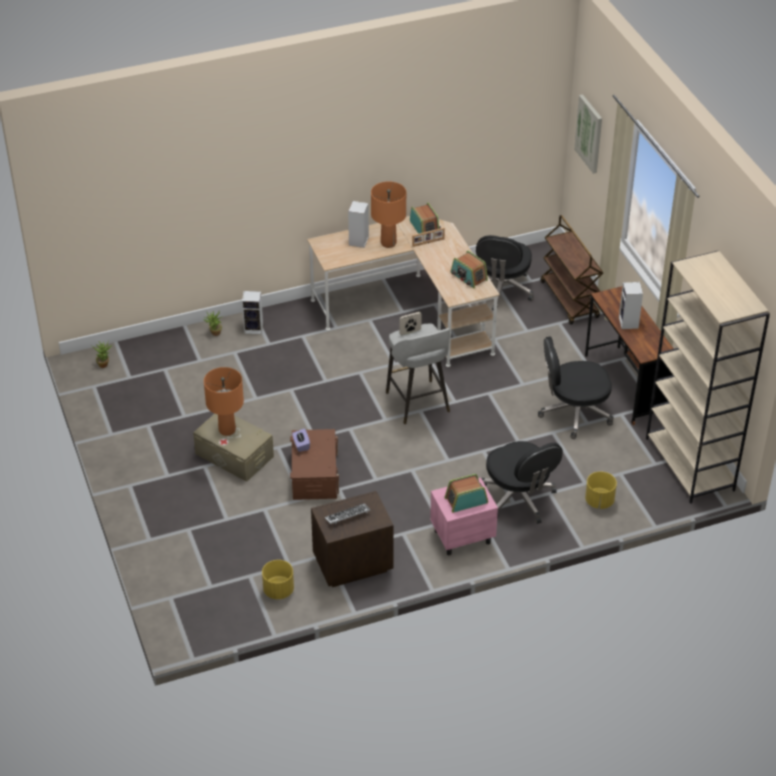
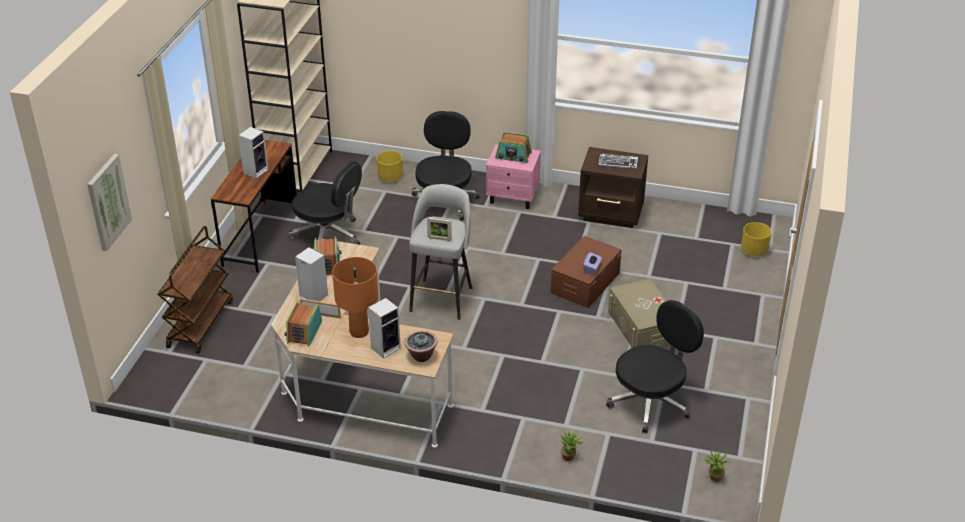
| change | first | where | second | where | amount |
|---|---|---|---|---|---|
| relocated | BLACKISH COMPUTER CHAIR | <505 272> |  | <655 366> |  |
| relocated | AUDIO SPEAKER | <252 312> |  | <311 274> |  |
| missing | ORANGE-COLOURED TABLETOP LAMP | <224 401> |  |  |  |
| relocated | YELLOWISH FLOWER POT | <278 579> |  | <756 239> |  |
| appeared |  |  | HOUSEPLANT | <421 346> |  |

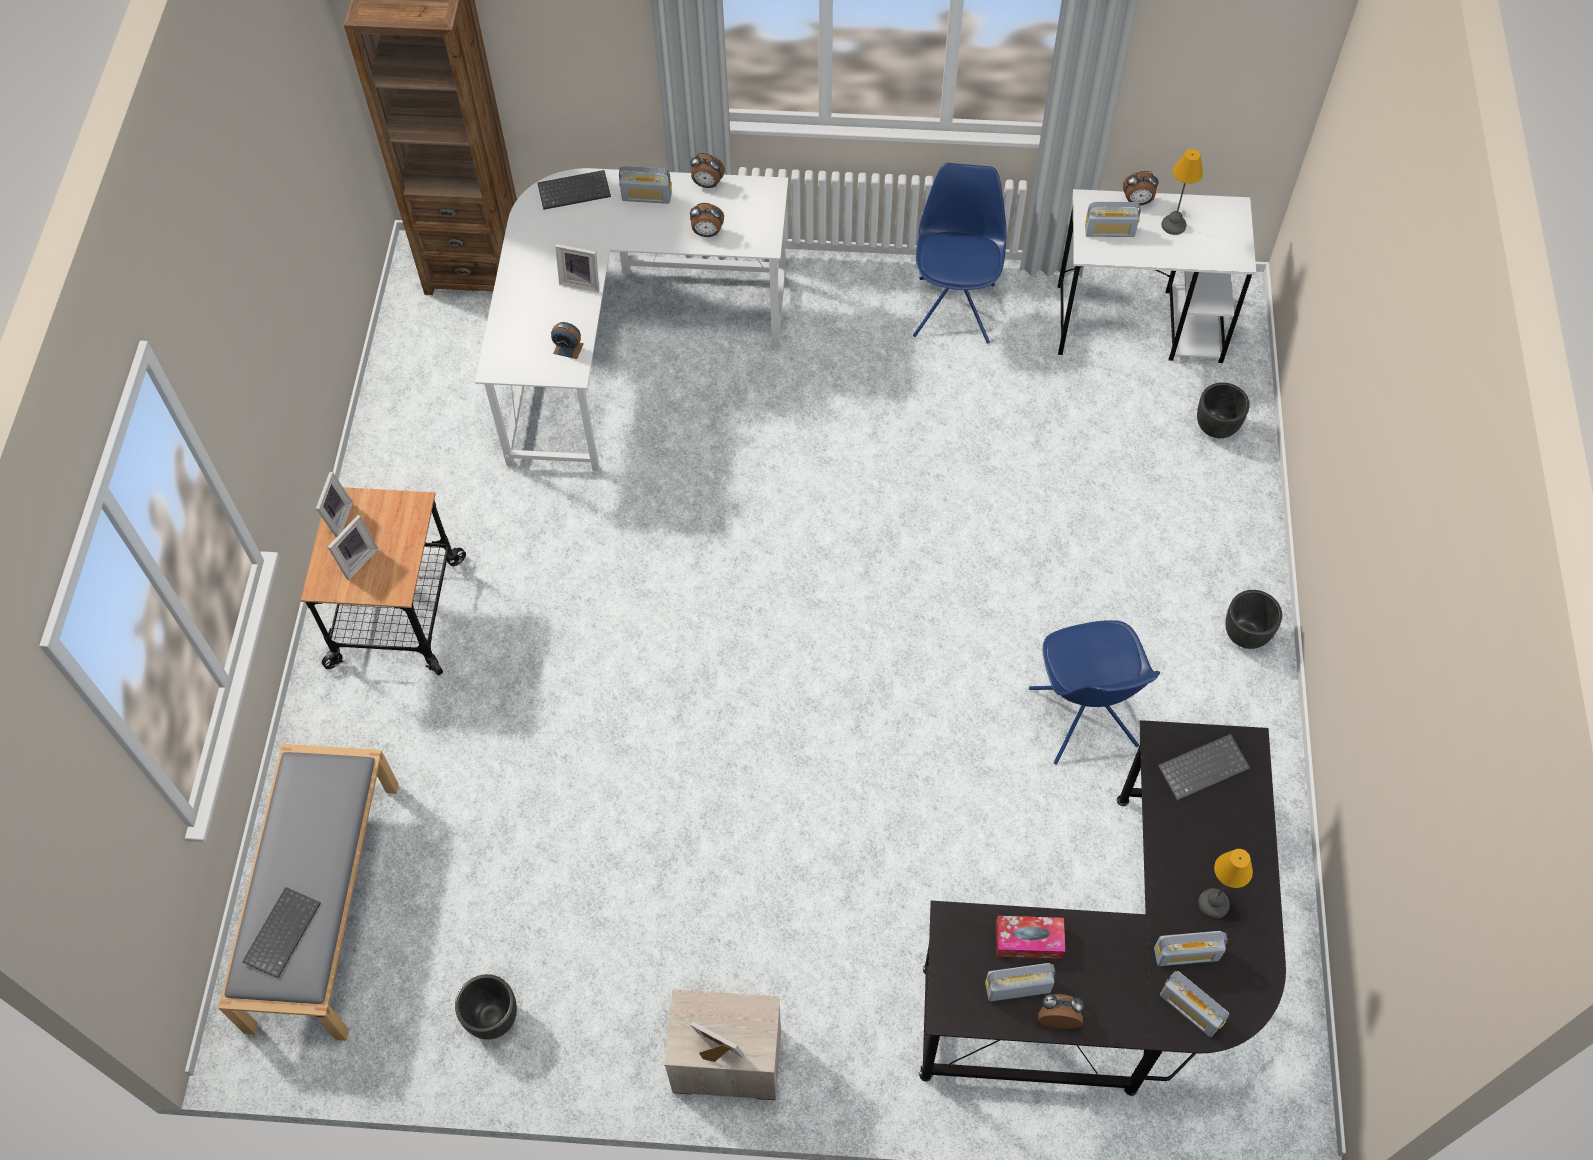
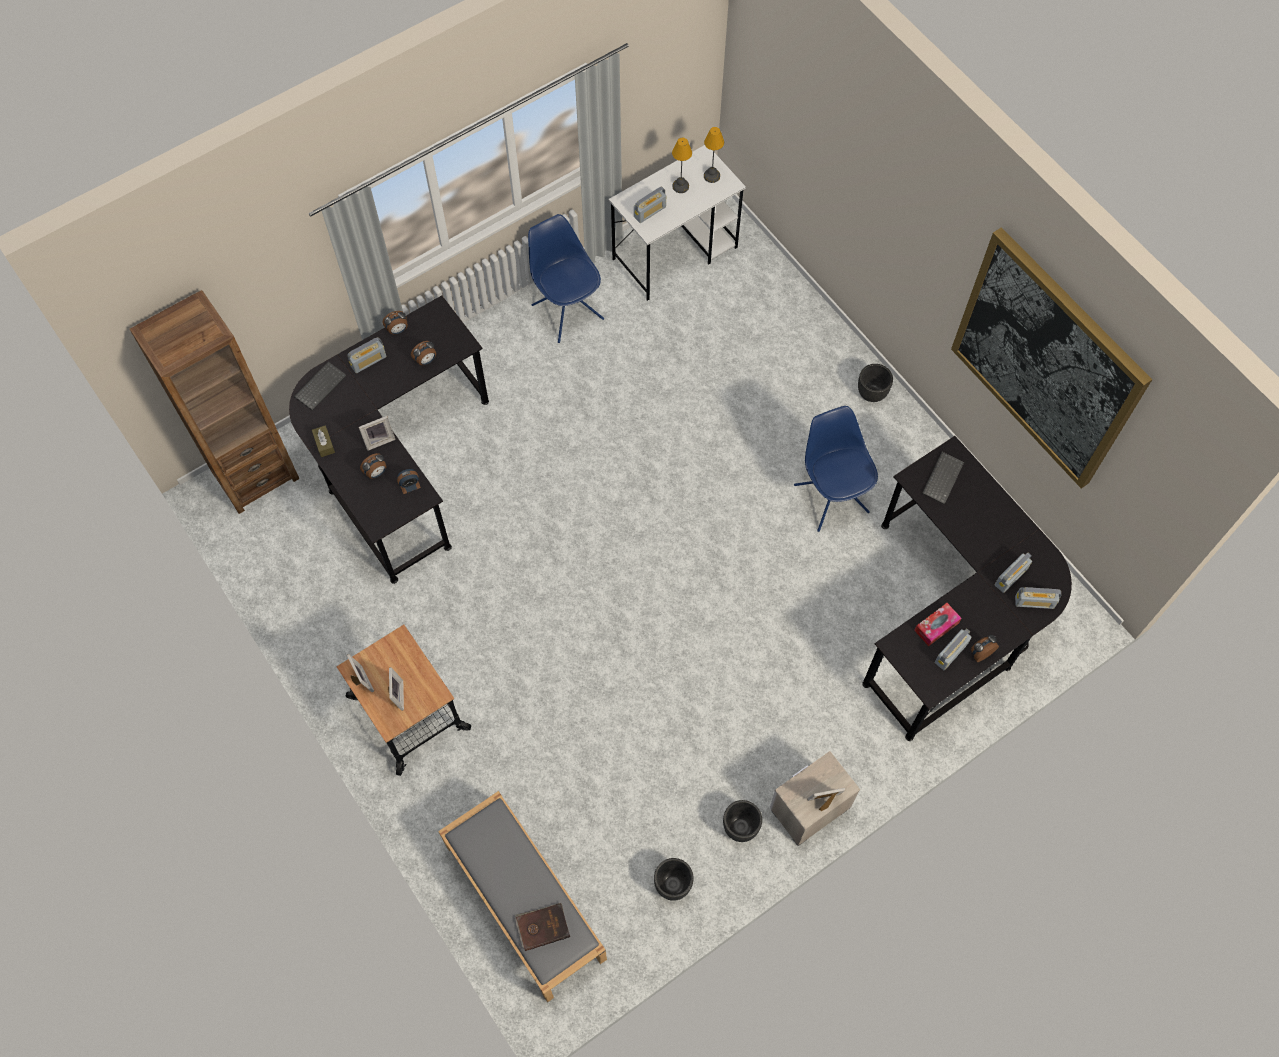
| change | first | where | second | where | amount |
|---|---|---|---|---|---|
| colour | WHITE-COLOURED DESK | <631 321> | BLACKISH DESK | <389 439> |  |
| relocated | ALARM CLOCK | <1141 188> |  | <373 466> |  |
| relocated | BLACKISH FLOWER POT | <1223 410> |  | <742 821> |  |
| spun | BLUE-COLOURED PLAIN CHAIR | <1094 692> |  | <836 469> | 150 degrees counterclockwise |
| relocated | TABLETOP LAMP | <1225 884> |  | <714 155> |  |
| exchanged | PC KEYBOARD | <281 932> | BROWN VOLUME | <542 927> |  |
| appeared |  |  | WALL ART | <1051 357> |  |
| appeared |  |  | BROWN TISSUE BOX | <323 441> |  |

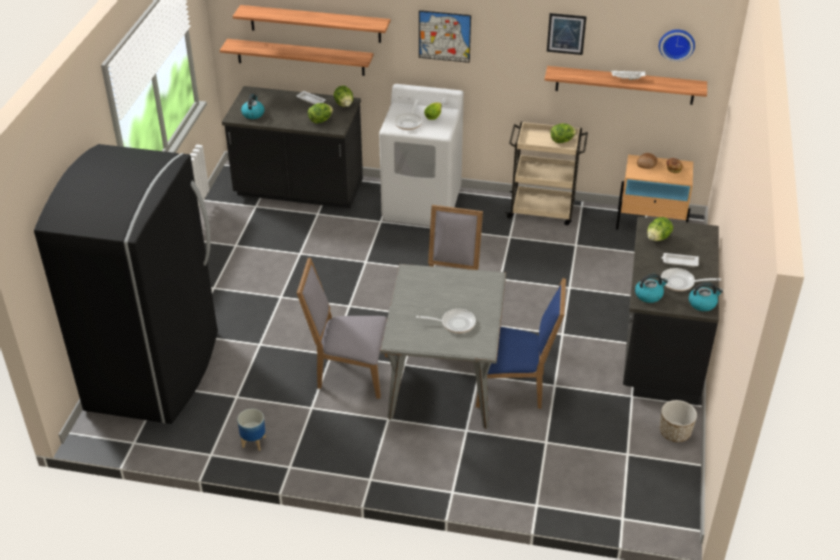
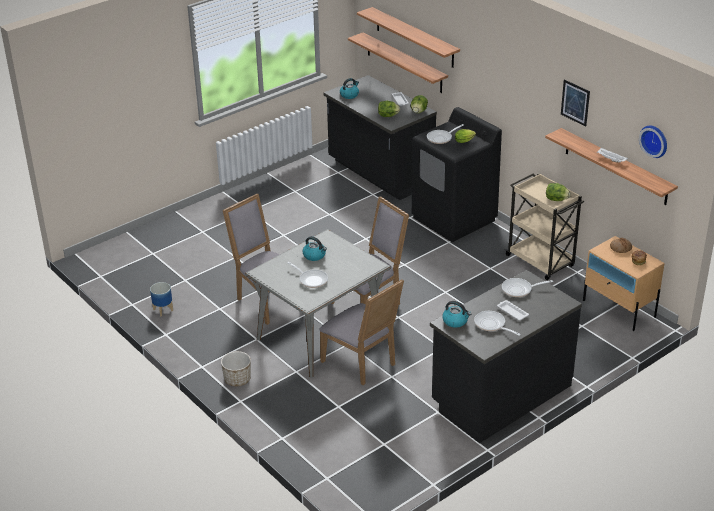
| change | first | where | second | where | amount |
|---|---|---|---|---|---|
| missing | WALL ART | <445 36> |  |  |  |
| colour | WHITE-COLOURED WASHING MACHINE | <421 155> | BLACKISH WASHING MACHINE | <457 174> |  |
| missing | BLACKISH KITCHEN FRIDGE | <126 284> |  |  |  |
| exchanged | HEAD OF LETTUCE | <660 229> | SKILLET | <527 287> |  |
| colour | BLUE-COLOURED PLAIN CHAIR | <521 343> | GREY PLAIN CHAIR | <361 332> |  |
| relocated | WATER KETTLE | <706 296> |  | <315 248> |  |
| relocated | FLOWER POT | <678 421> |  | <236 368> |  |

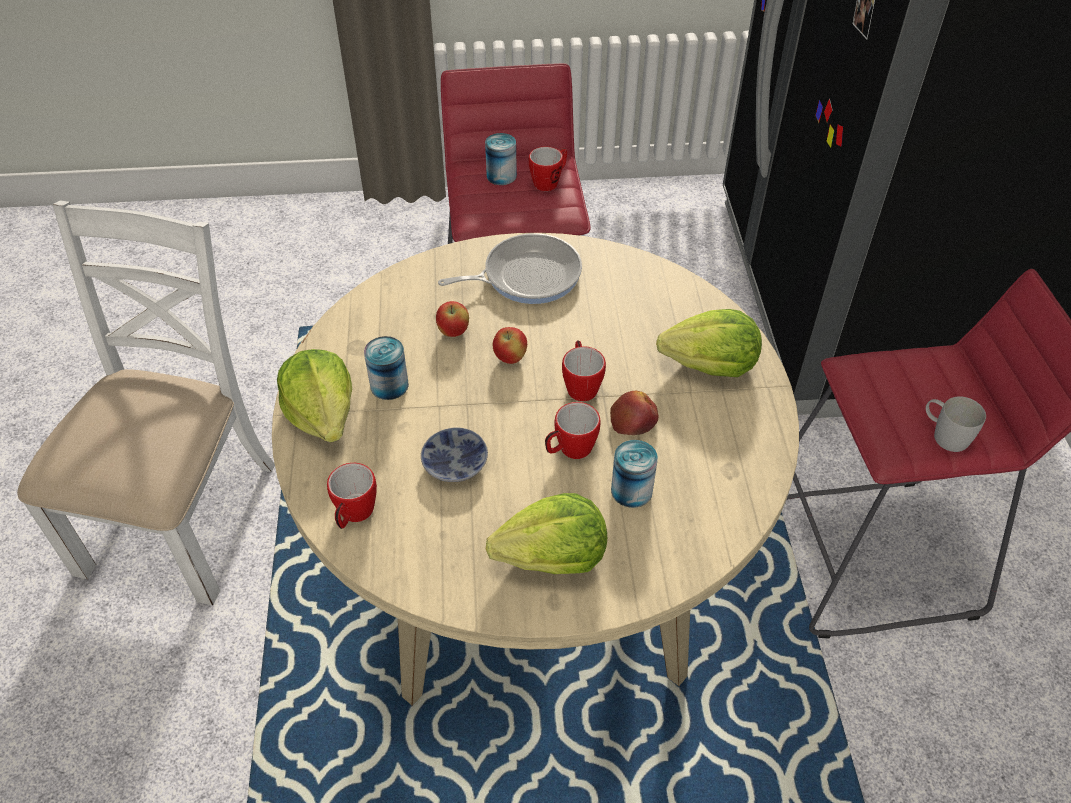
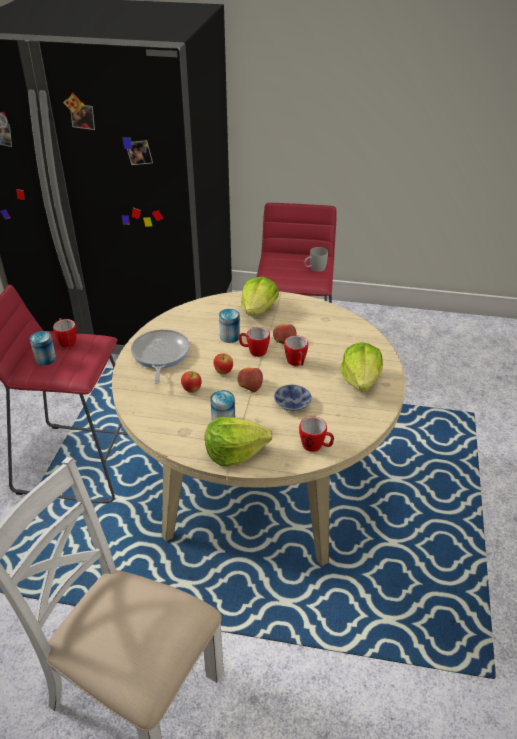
| change | first | where | second | where | amount |
|---|---|---|---|---|---|
| relocated | SEALED CAN | <634 474> |  | <229 326> |  |
| appeared |  |  | APPLE | <250 379> |  |

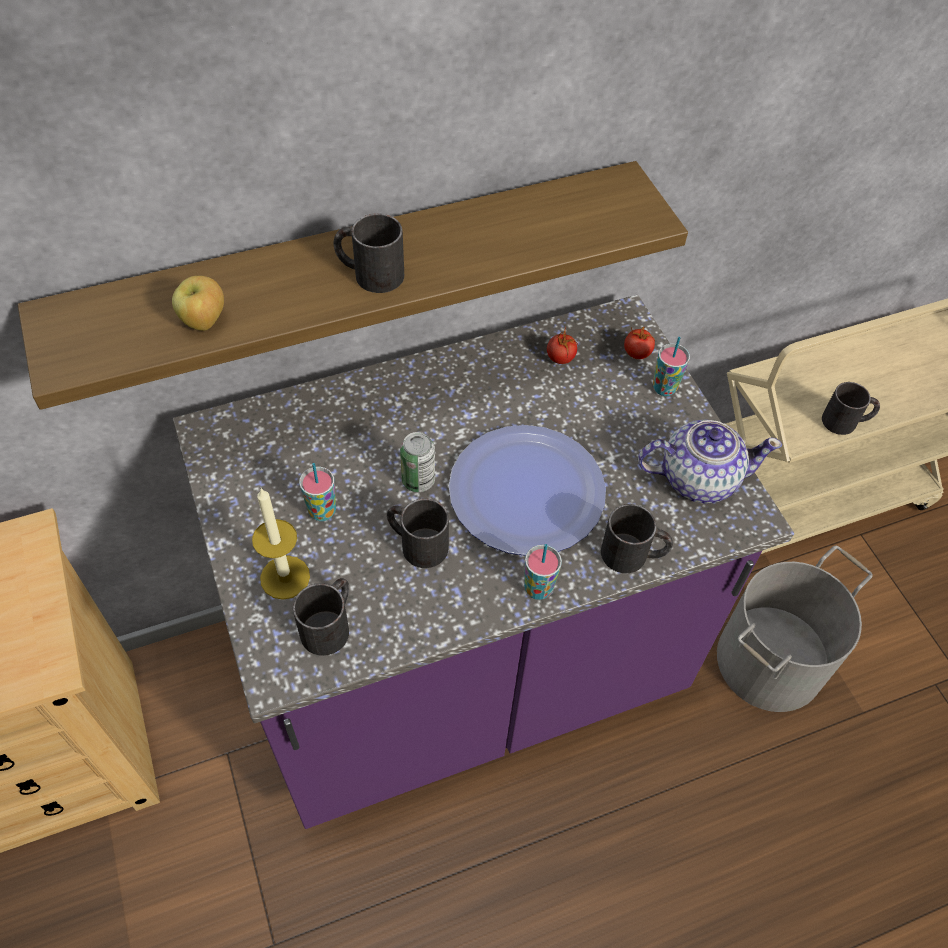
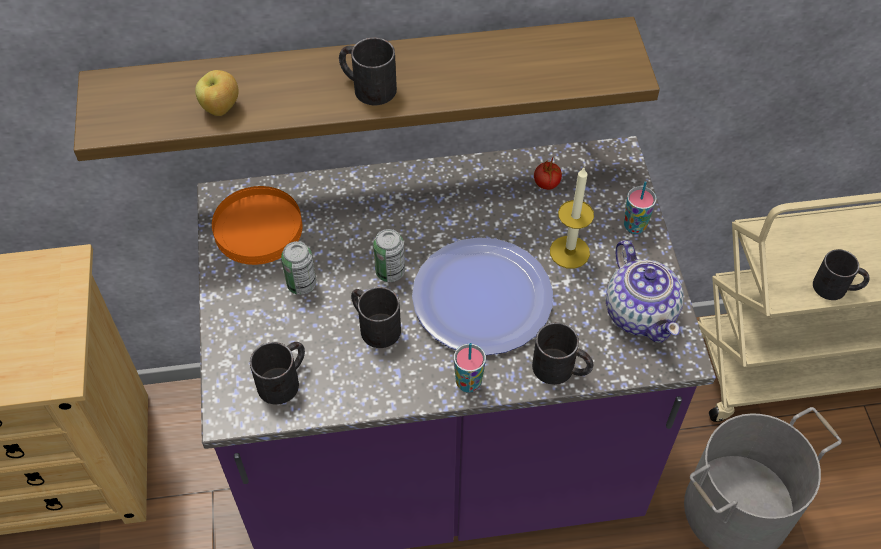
| change | first | where | second | where | amount |
|---|---|---|---|---|---|
| missing | FRESH TOMATO | <639 343> |  |  |  |
| spun | POT FOR TEA | <710 461> |  | <645 291> | 60 degrees clockwise |
| exchanged | DRINKING CUP | <317 492> | SEALED CAN | <298 268> |  |
| relocated | WAX LIGHT | <281 544> |  | <572 218> |  |
| appeared |  |  | ORANGE-COLOURED FLAT DISH | <257 225> |  |

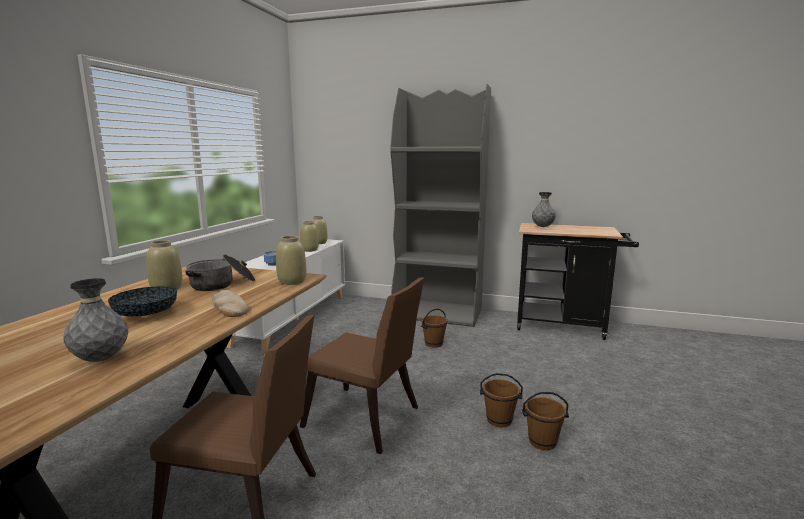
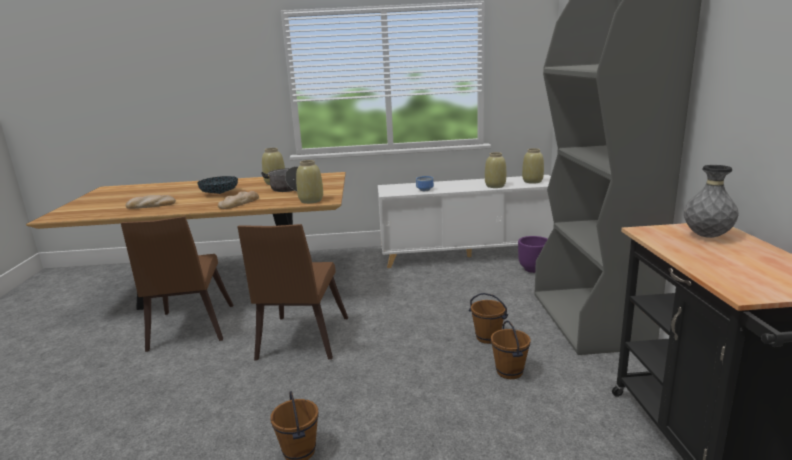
| change | first | where | second | where | amount |
|---|---|---|---|---|---|
| exchanged | GREY VASE | <95 320> | BAKED BREAD | <150 202> |  |
| relocated | BROWN PAIL | <501 400> |  | <510 349> |  |
| appeared |  |  | PURPLE FLOWER POT | <532 254> |  |

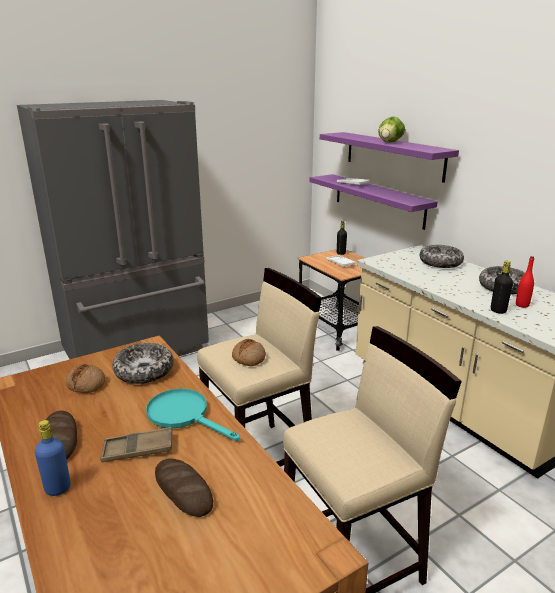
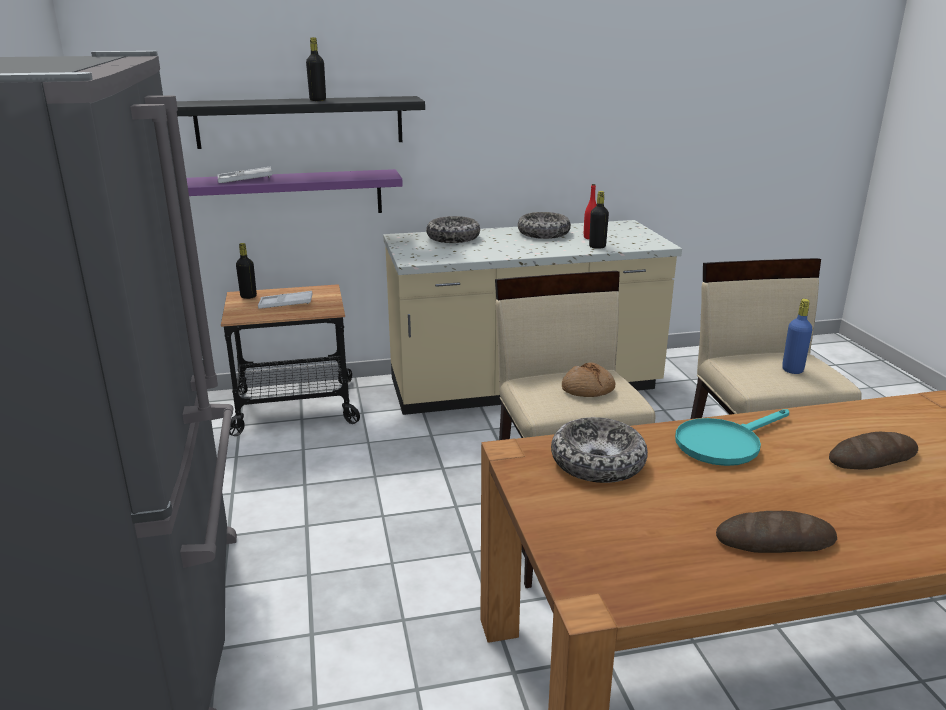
| change | first | where | second | where | amount |
|---|---|---|---|---|---|
| exchanged | HEAD OF LETTUCE | <391 129> | BLACKISH DRINK BOTTLE | <316 69> |  |
| colour | PURPLE WALL SHELF | <389 157> | BLACKISH WALL SHELF | <300 122> |  |
| missing | BAKED BREAD | <85 378> |  |  |  |
| relocated | BLUE-COLOURED DRINK BOTTLE | <53 458> |  | <797 336> |  |
| missing | BROWN TRAY | <136 444> |  |  |  |

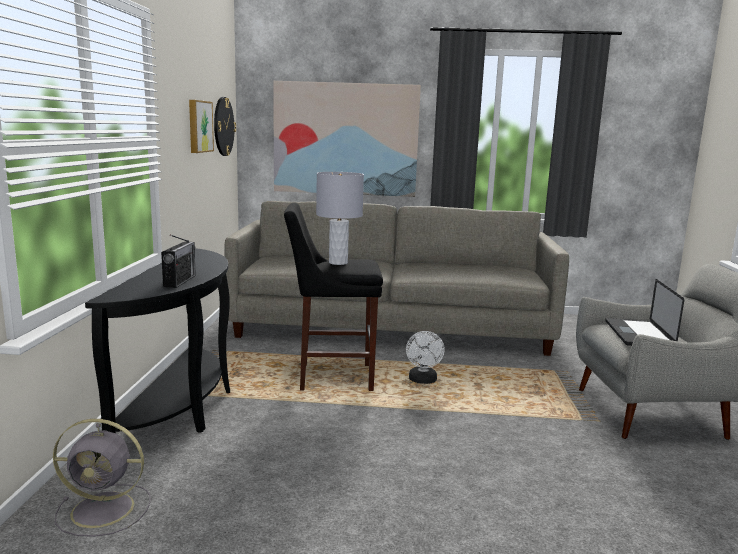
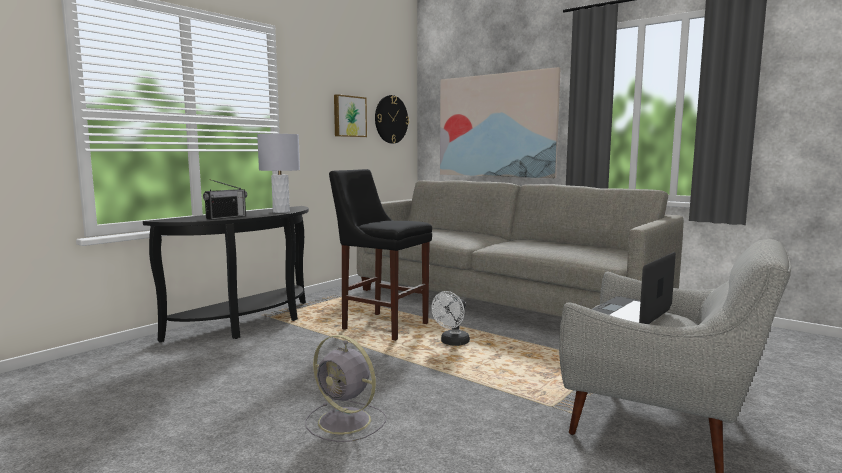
| change | first | where | second | where | amount |
|---|---|---|---|---|---|
| relocated | GREY TABLETOP LAMP | <340 218> |  | <278 173> |  |
| relocated | GREY FAN | <102 478> |  | <345 388> |  |

